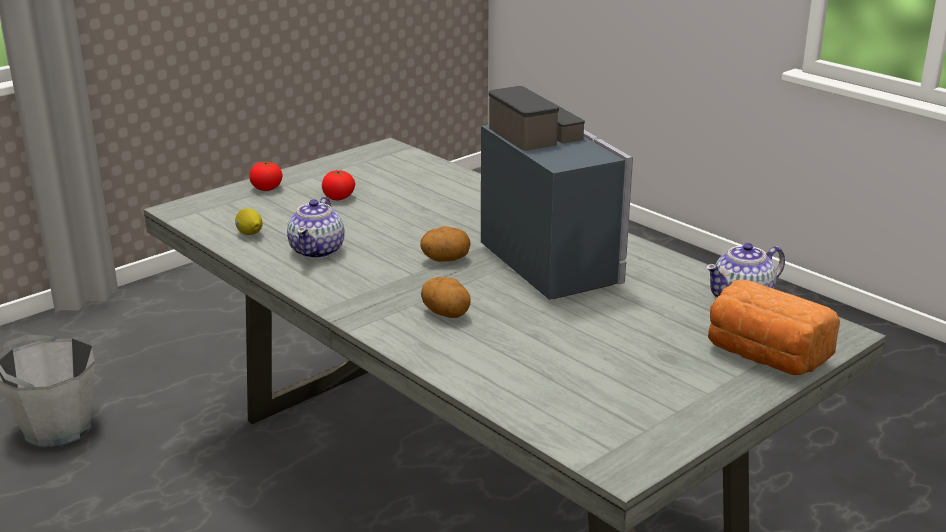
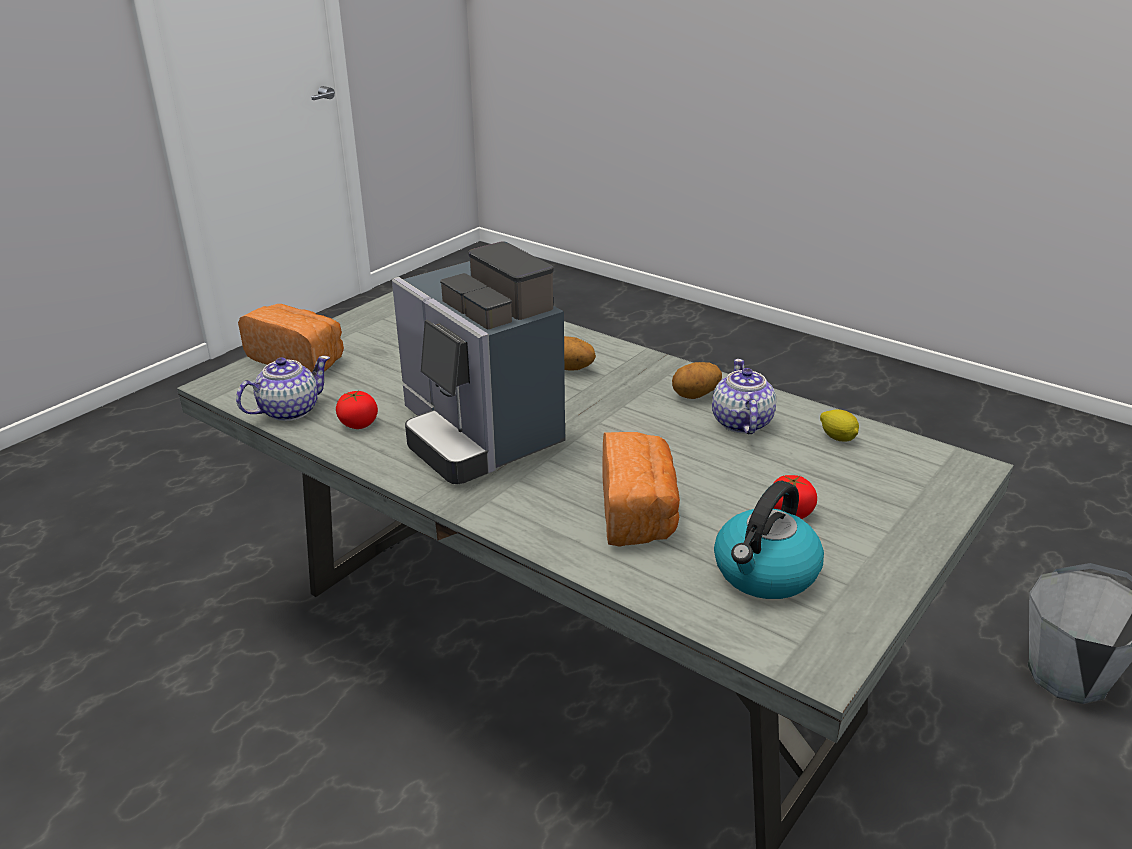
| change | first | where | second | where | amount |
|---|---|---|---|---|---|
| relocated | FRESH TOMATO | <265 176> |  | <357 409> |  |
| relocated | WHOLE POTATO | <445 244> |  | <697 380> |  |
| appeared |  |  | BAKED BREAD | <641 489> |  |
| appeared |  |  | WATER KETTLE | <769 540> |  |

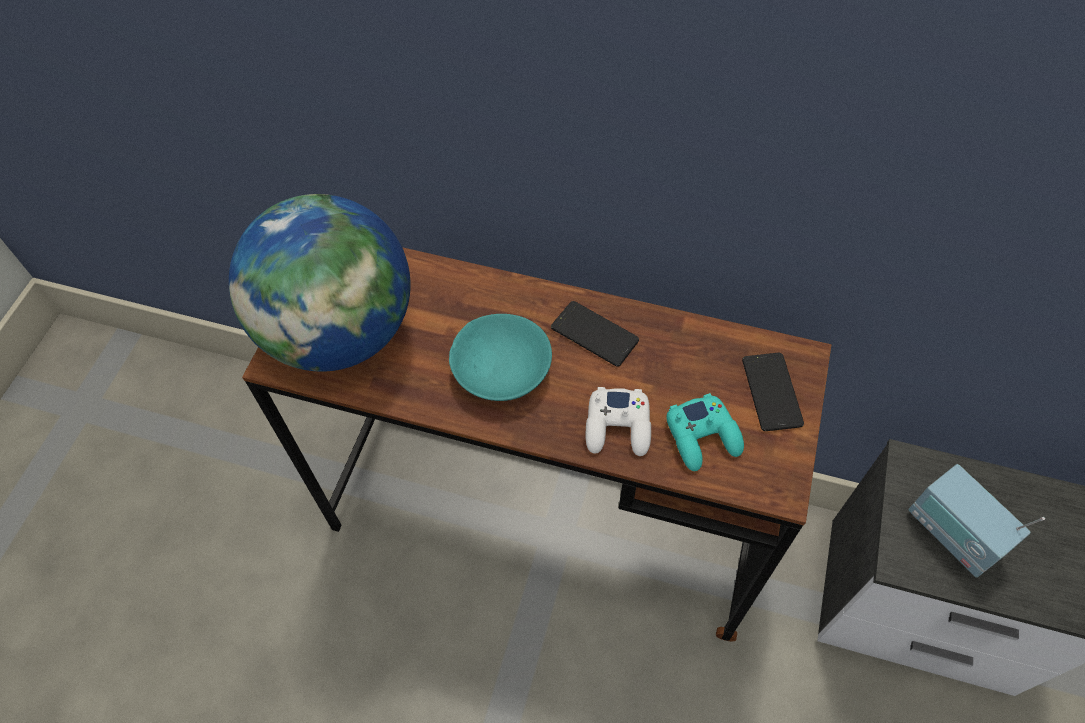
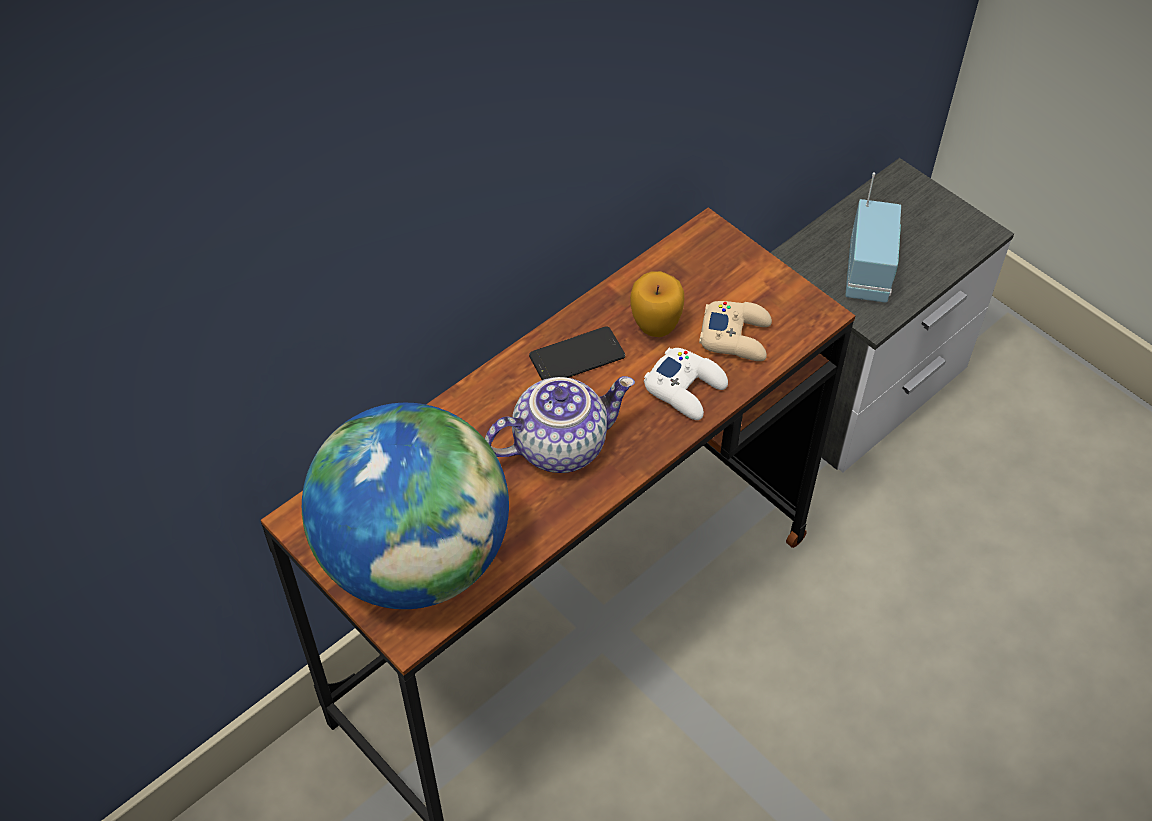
| change | first | where | second | where | amount |
|---|---|---|---|---|---|
| exchanged | BLUE-GREEN SERVING BOWL | <500 357> | POT FOR TEA | <560 424> |  |
| missing | TELEPHONE | <773 392> |  |  |  |
| colour | BLUE-GREEN JOYPAD | <705 432> | BEIGE-COLOURED JOYPAD | <735 331> |  |
| spun | RADIO | <976 521> |  | <873 238> | 75 degrees counterclockwise |
| appeared |  |  | APPLE | <657 304> |  |

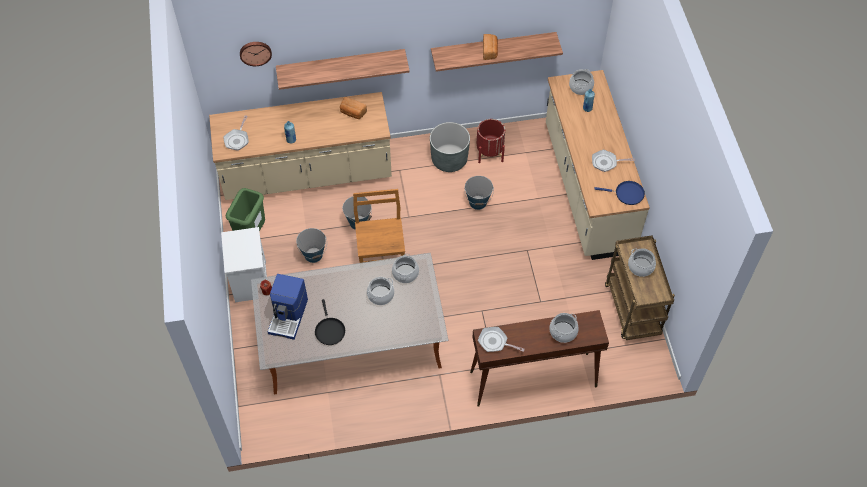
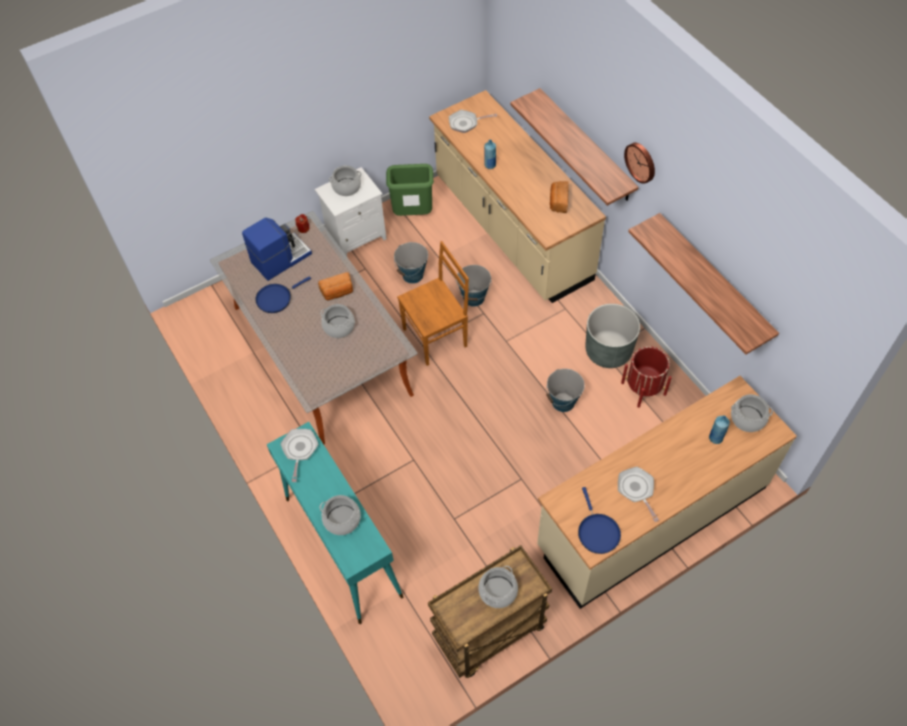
| change | first | where | second | where | amount |
|---|---|---|---|---|---|
| relocated | BAKED BREAD | <490 47> |  | <335 286> |  |
| relocated | WALL CLOCK | <256 54> |  | <639 163> |  |
| relocated | COOKING POT | <405 268> |  | <345 180> |  |
| spun | COFFEE MACHINE | <288 307> |  | <277 249> | 150 degrees clockwise |
| colour | BLACKISH SKILLET | <330 322> | BLUE-COLOURED SKILLET | <283 294> |  |
| colour | BROWN NARROW TABLE | <539 358> | BLUE-GREEN NARROW TABLE | <335 523> |  |

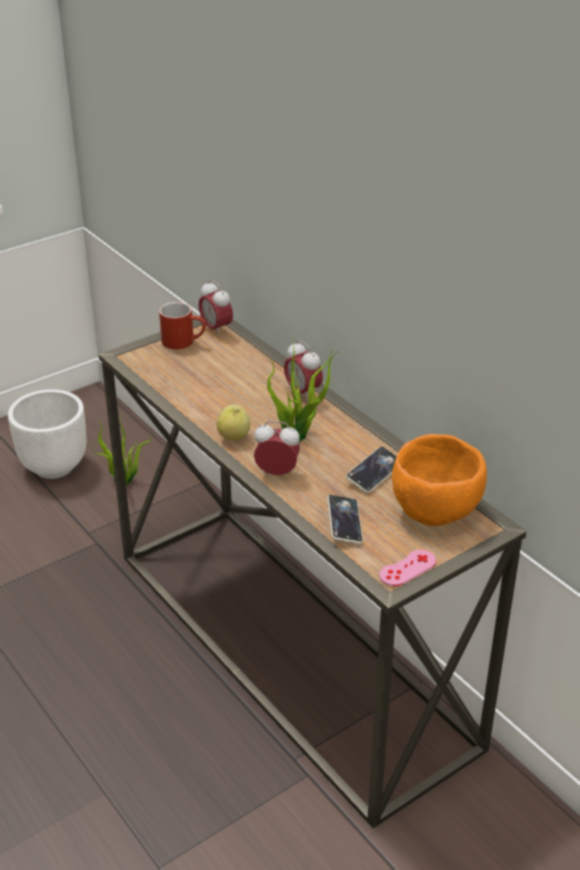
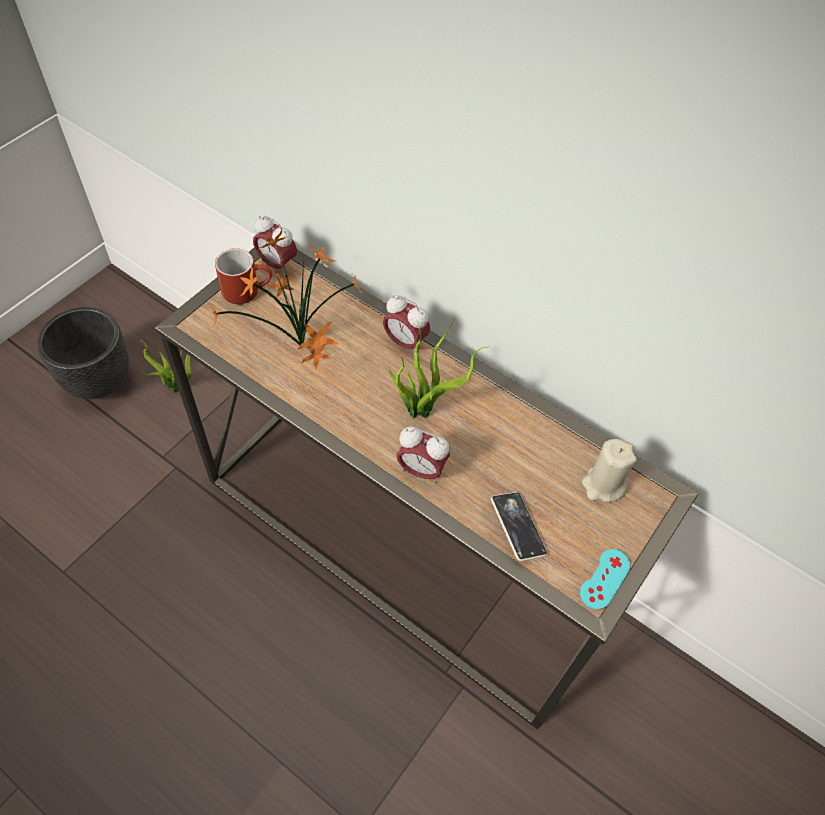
| change | first | where | second | where | amount |
|---|---|---|---|---|---|
| colour | WHITE-COLOURED FLOWER POT | <47 434> | BLACKISH FLOWER POT | <83 353> |  |
| missing | APPLE | <233 423> |  |  |  |
| spun | ALARM CLOCK | <277 448> |  | <423 455> | 150 degrees counterclockwise |
| exchanged | ORANGE-COLOURED SERVING BOWL | <439 480> | BEIGE-COLOURED WAX LIGHT | <609 470> |  |
| missing | TELEPHONE | <371 469> |  |  |  |
| colour | PINKISH JOYPAD | <407 568> | BLUE-GREEN JOYPAD | <605 579> |  |
| appeared |  |  | HOUSEPLANT | <286 300> |  |

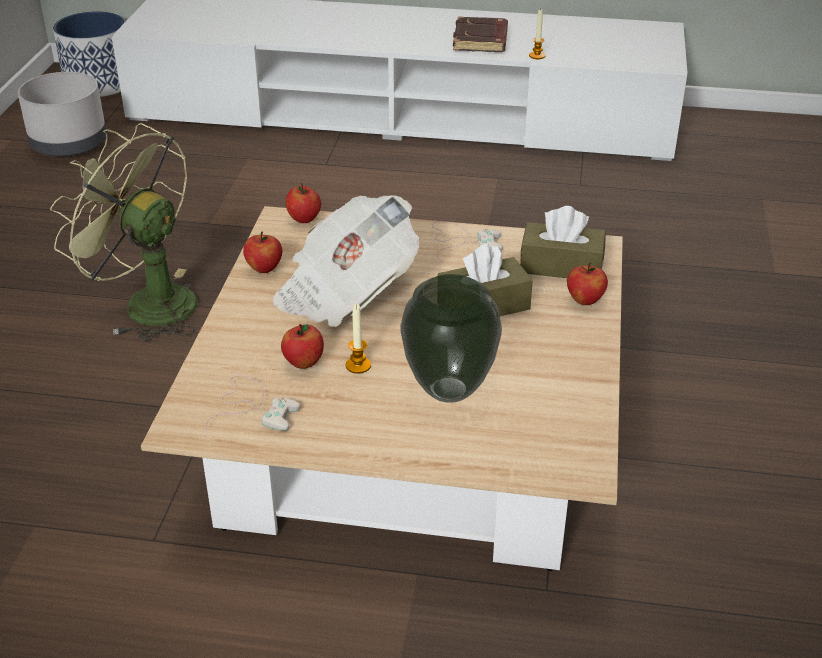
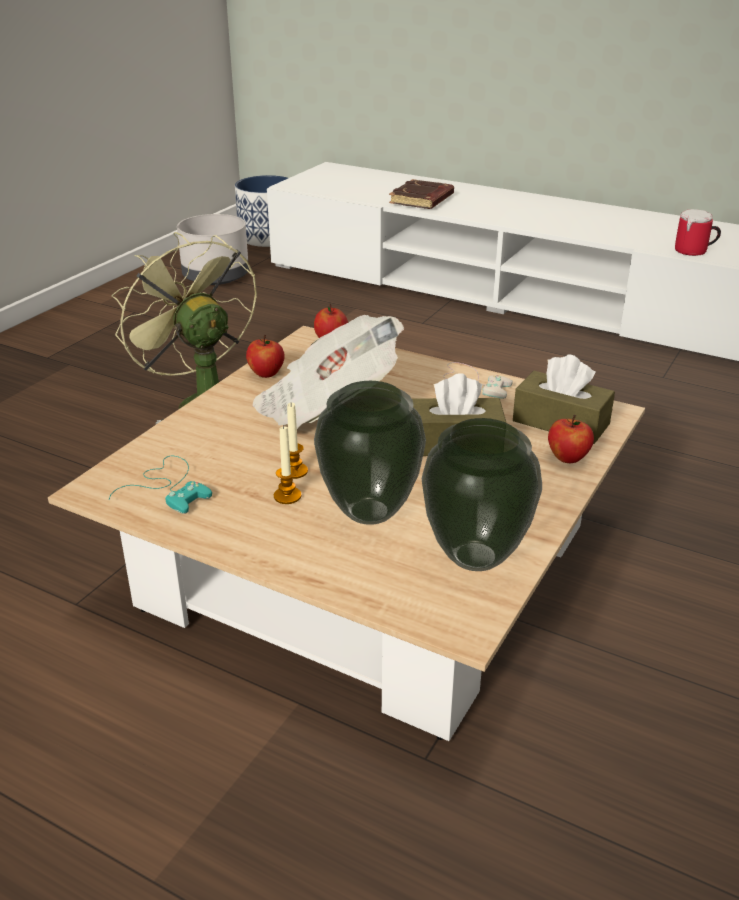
| change | first | where | second | where | amount |
|---|---|---|---|---|---|
| relocated | WAX LIGHT | <537 33> |  | <287 464> |  |
| relocated | BROWN VOLUME | <480 34> |  | <421 194> |  |
| missing | APPLE | <302 346> |  |  |  |
| colour | WHITE-COLOURED JOYPAD | <252 404> | BLUE-GREEN JOYPAD | <160 485> |  |
| appeared |  |  | MUG | <698 232> |  |
| appeared |  |  | VASE | <482 494> |  |

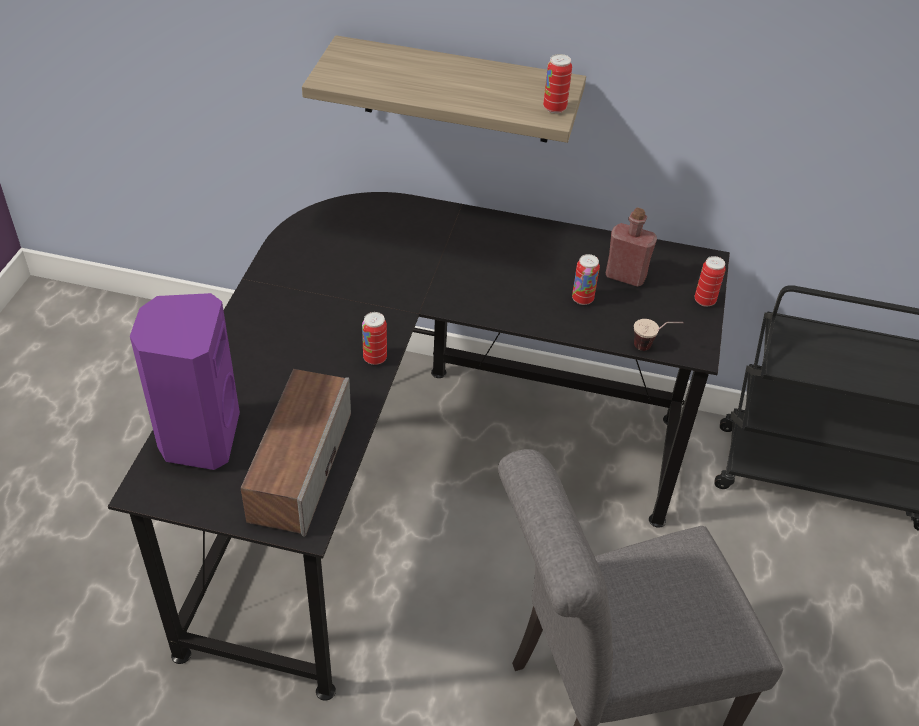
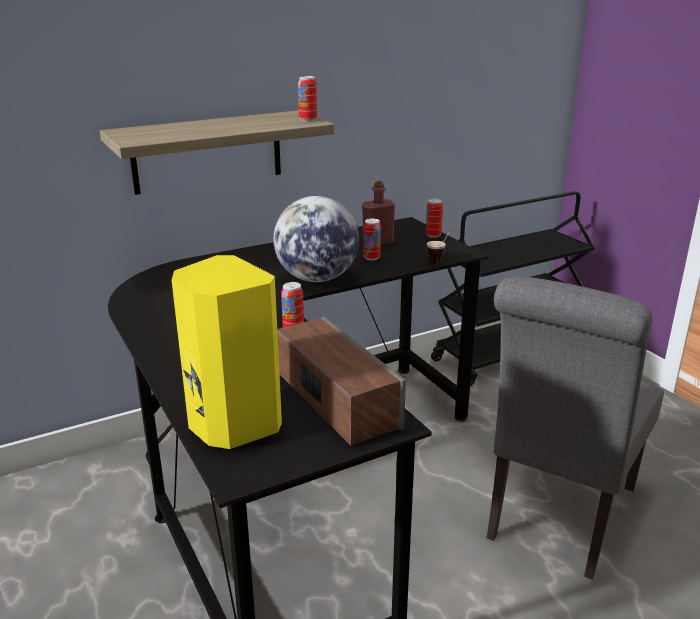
| change | first | where | second | where | amount |
|---|---|---|---|---|---|
| colour | PURPLE AUDIO SPEAKER | <185 381> | YELLOWISH AUDIO SPEAKER | <227 352> |  |
| appeared |  |  | GLOBE | <316 239> |  |

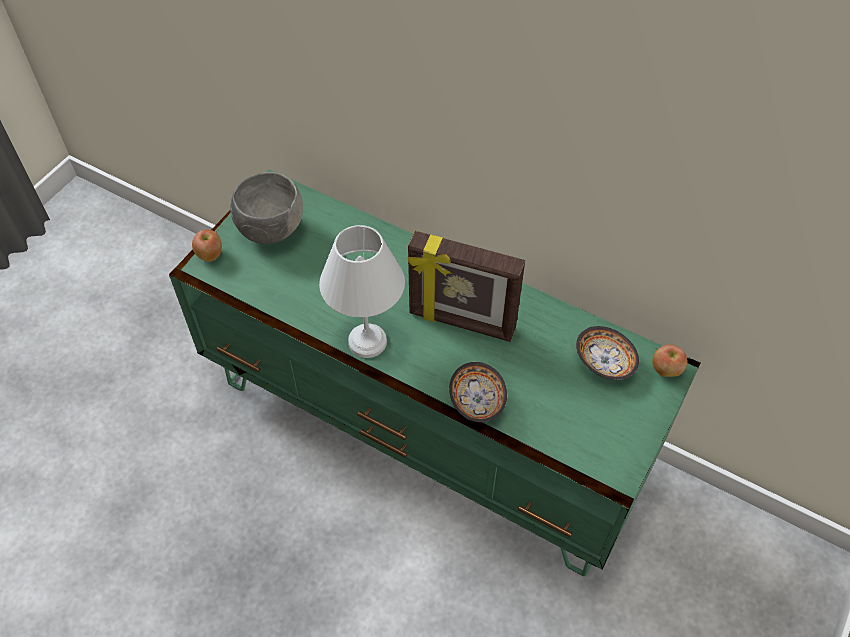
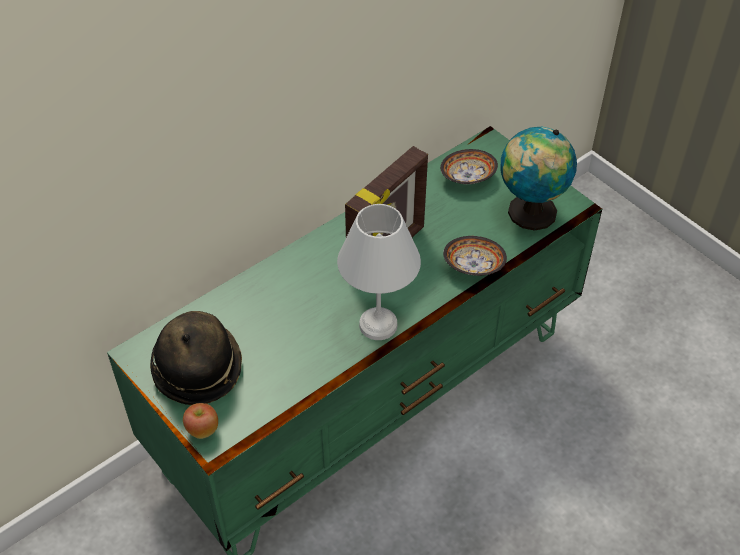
| change | first | where | second | where | amount |
|---|---|---|---|---|---|
| exchanged | GREY SERVING BOWL | <266 208> | WEARABLE HAT | <196 358> |  |
| missing | APPLE | <669 360> |  |  |  |
| appeared |  |  | GLOBE | <538 179> |  |

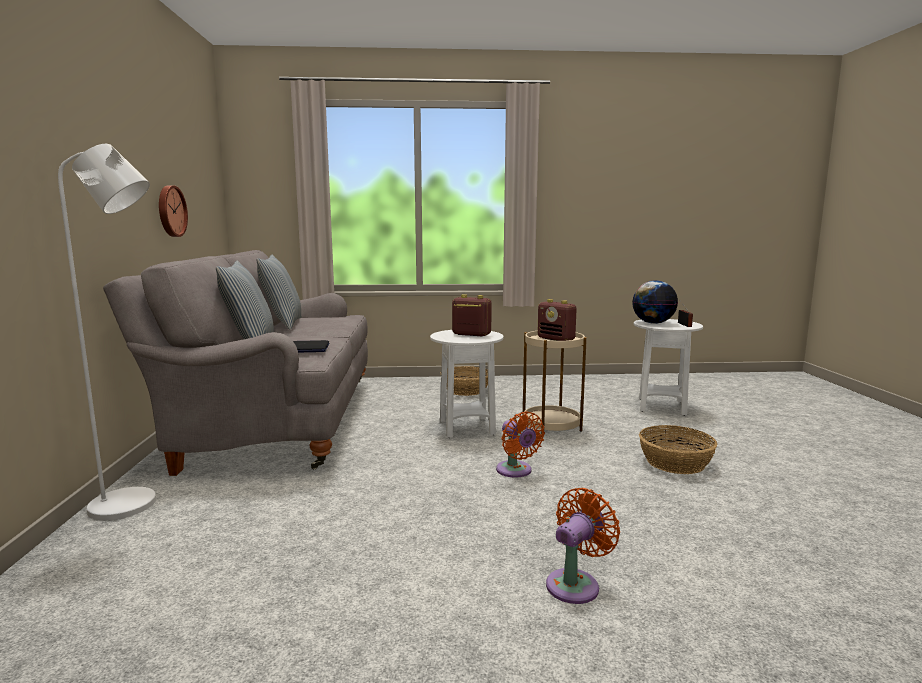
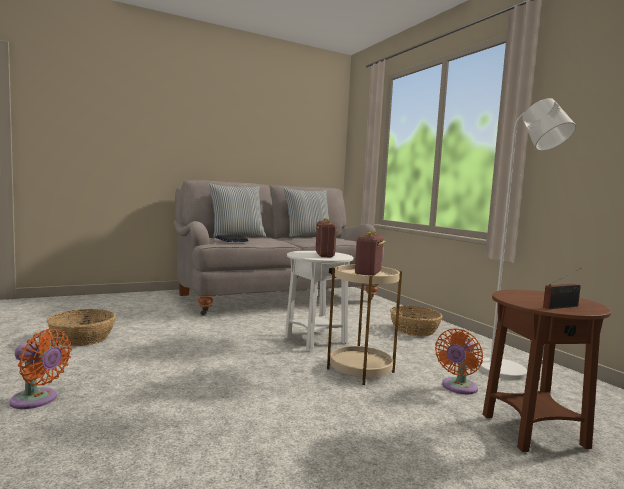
| change | first | where | second | where | amount |
|---|---|---|---|---|---|
| relocated | WHITE-COLOURED STANDARD LAMP | <107 332> |  | <527 239> |  |
| missing | WALL CLOCK | <173 211> |  |  |  |
| missing | GLOBE | <655 302> |  |  |  |
| colour | WHITE-COLOURED SIDE TABLE | <668 367> | BROWN SIDE TABLE | <547 371> |  |
| relocated | ORANGE-COLOURED FAN | <520 444> |  | <459 361> |  |
| relocated | HOUSEHOLD BASKET | <678 449> |  | <81 327> |  |

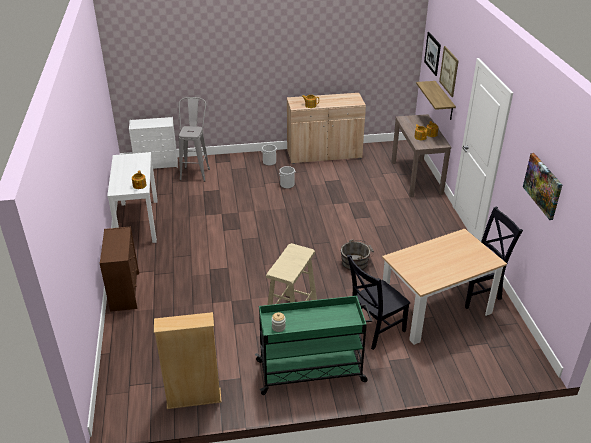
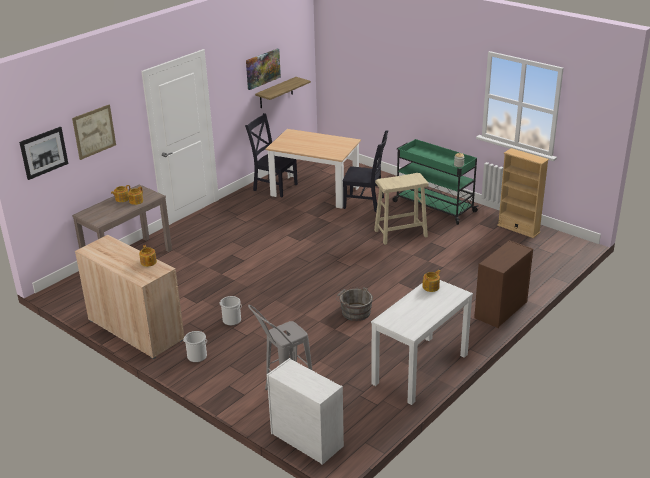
| change | first | where | second | where | amount |
|---|---|---|---|---|---|
| relocated | WALL SHELF | <436 100> |  | <283 92> |  |
| relocated | GREY PAIL | <357 255> |  | <354 304> |  |

